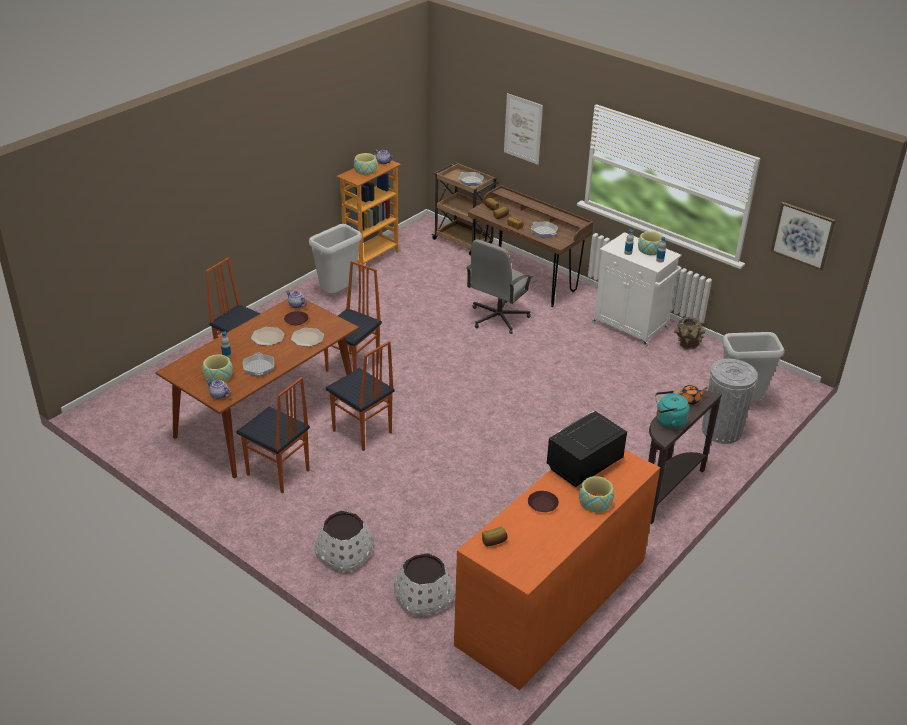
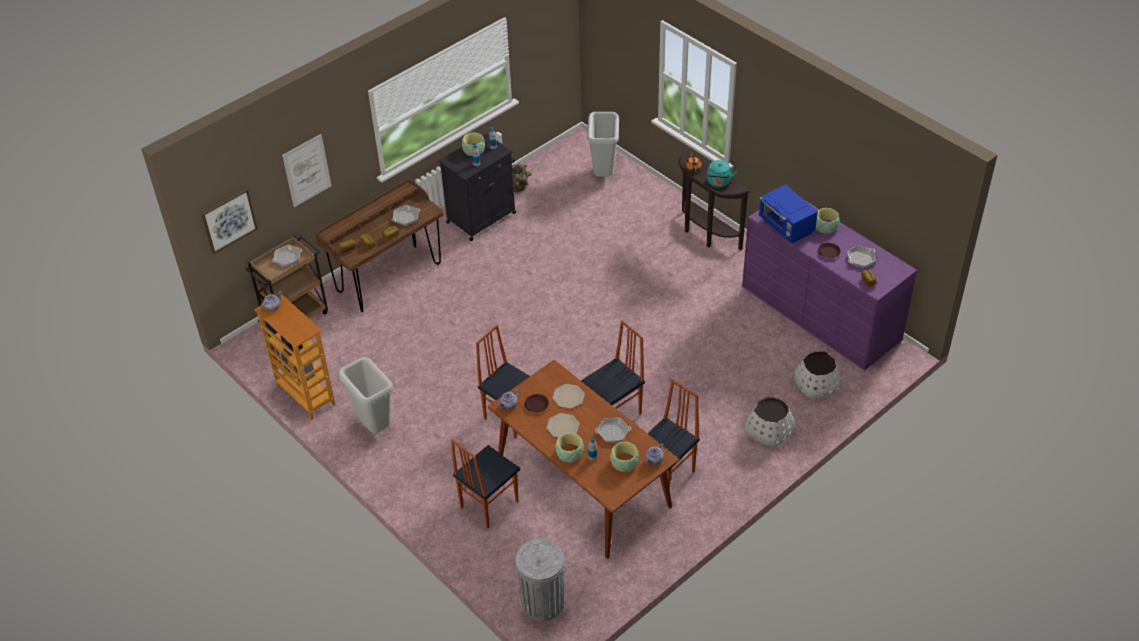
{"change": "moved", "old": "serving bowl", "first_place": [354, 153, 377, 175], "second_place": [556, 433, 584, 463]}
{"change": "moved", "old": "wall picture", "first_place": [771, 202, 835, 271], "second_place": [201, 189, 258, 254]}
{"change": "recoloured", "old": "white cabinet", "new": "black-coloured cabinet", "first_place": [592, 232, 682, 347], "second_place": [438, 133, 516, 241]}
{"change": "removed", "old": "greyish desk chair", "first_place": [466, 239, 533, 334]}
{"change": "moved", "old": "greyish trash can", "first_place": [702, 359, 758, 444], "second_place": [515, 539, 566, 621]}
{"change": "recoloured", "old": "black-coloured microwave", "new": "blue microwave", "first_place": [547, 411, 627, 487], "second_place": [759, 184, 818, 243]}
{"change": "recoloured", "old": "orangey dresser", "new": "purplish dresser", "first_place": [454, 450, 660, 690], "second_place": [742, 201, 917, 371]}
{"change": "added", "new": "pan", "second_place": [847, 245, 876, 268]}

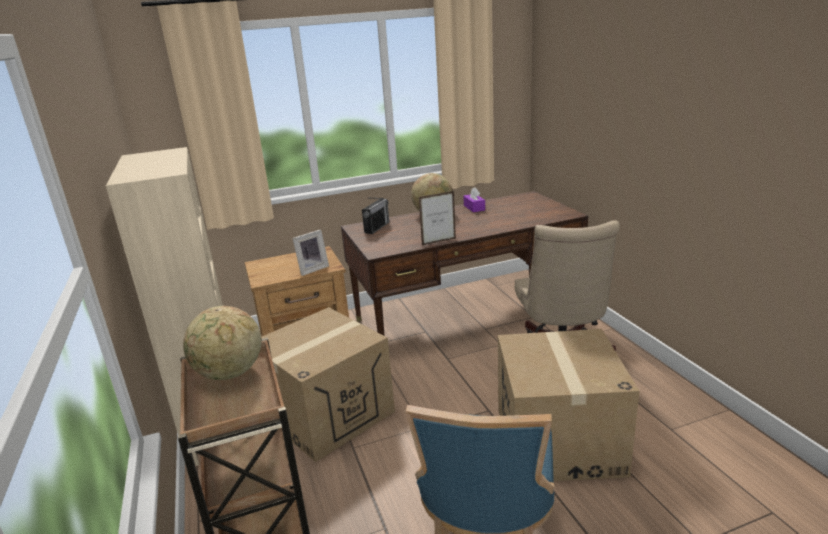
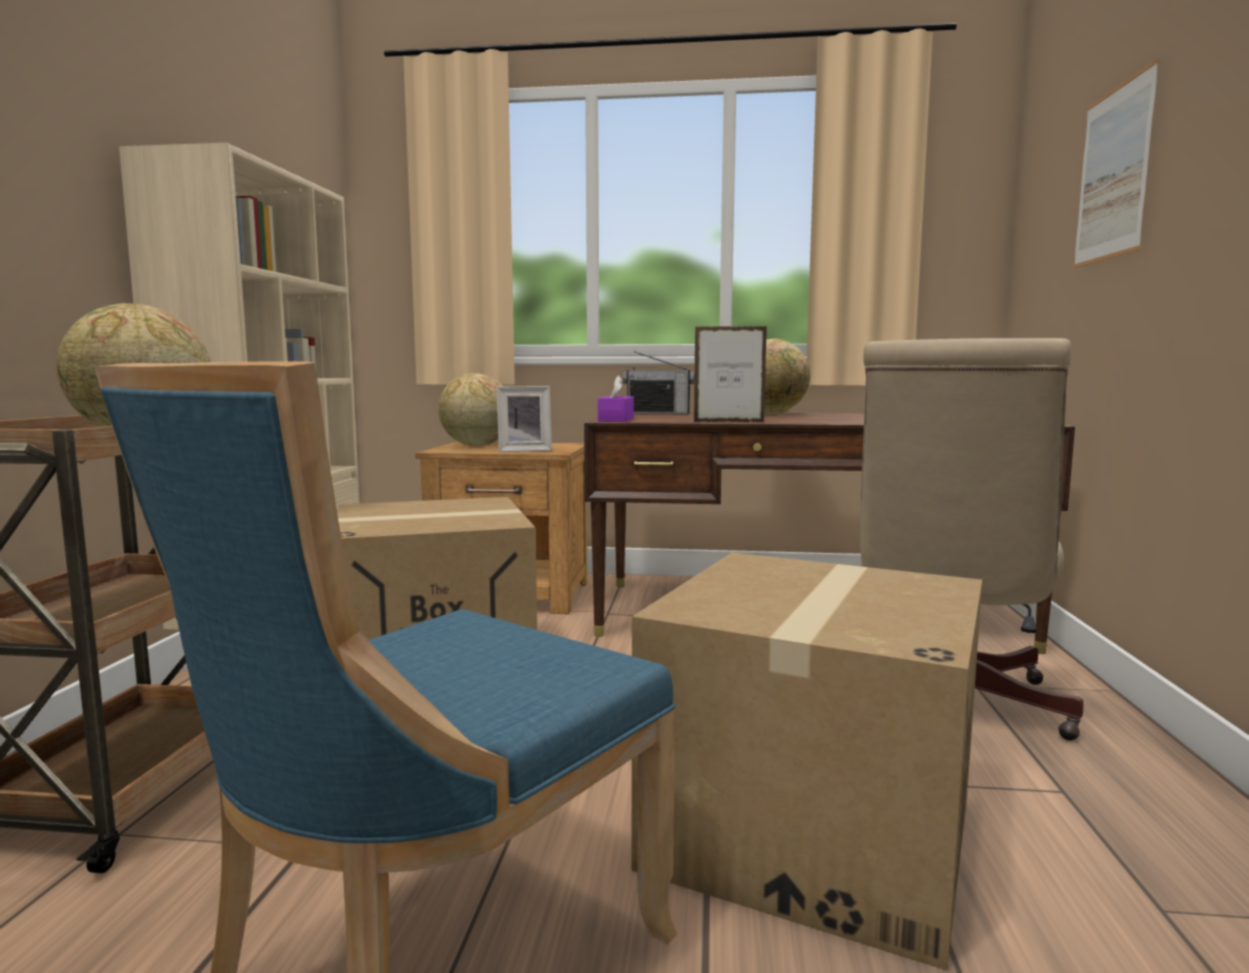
{"change": "moved", "old": "purplish tissue holder", "first_place": [463, 188, 485, 212], "second_place": [598, 375, 634, 422]}
{"change": "turned", "old": "radio receiver", "first_place": [362, 198, 389, 234], "second_place": [623, 351, 694, 415], "degrees": 45}
{"change": "added", "new": "wall picture", "second_place": [1073, 58, 1160, 268]}
{"change": "added", "new": "globe", "second_place": [438, 373, 503, 446]}

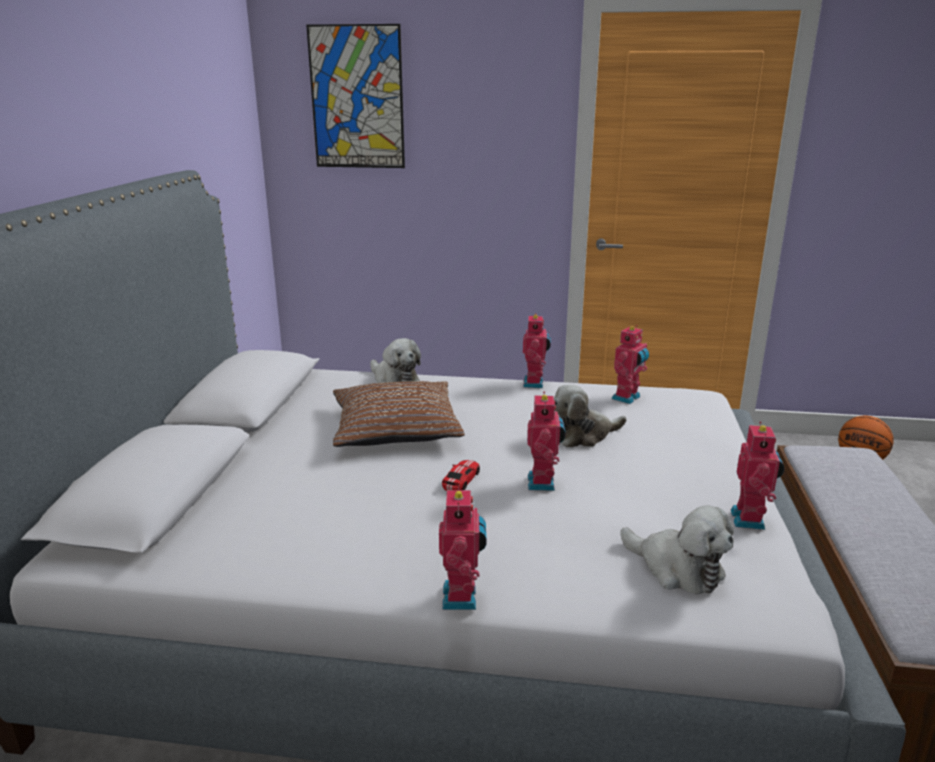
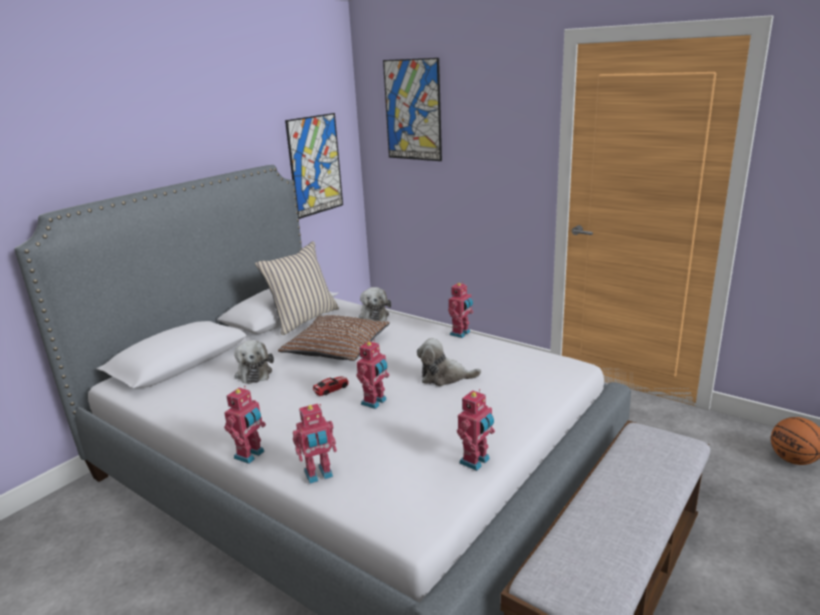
{"change": "moved", "old": "model robot", "first_place": [612, 325, 649, 404], "second_place": [293, 403, 337, 484]}
{"change": "moved", "old": "plush toy", "first_place": [620, 505, 734, 594], "second_place": [234, 340, 274, 384]}
{"change": "added", "new": "wall picture", "second_place": [285, 113, 343, 219]}
{"change": "added", "new": "beige-coloured cushion", "second_place": [255, 241, 339, 335]}

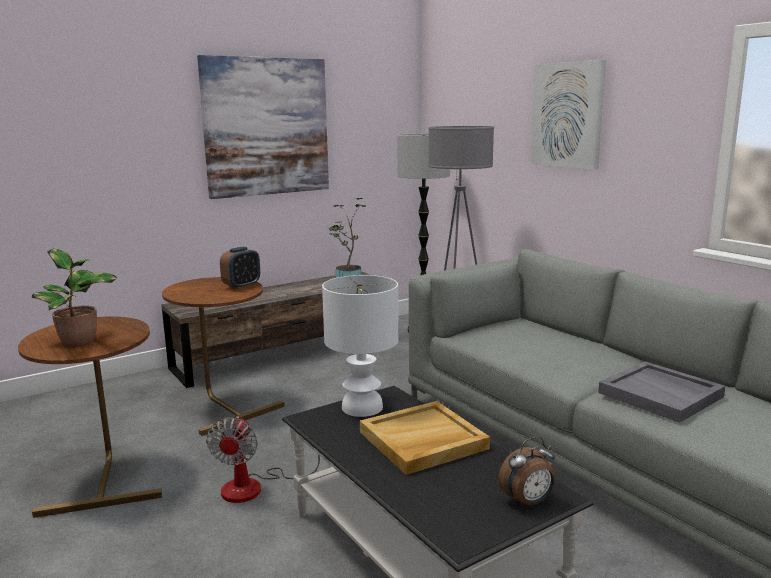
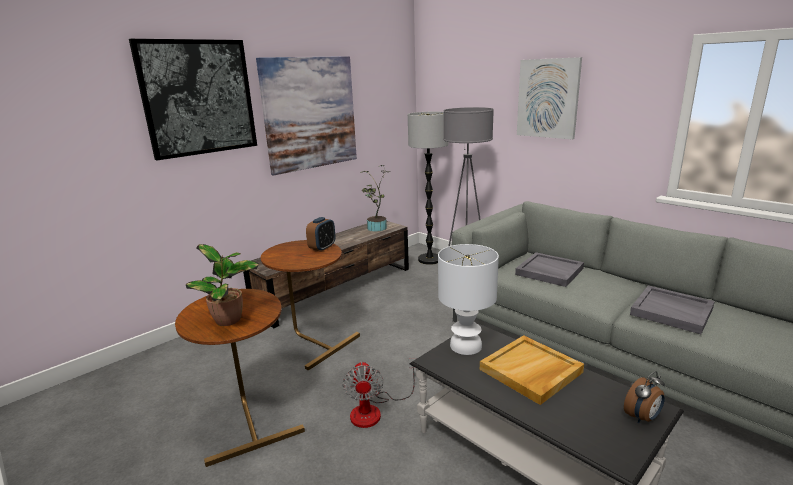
{"change": "added", "new": "wall picture", "second_place": [129, 39, 257, 160]}
{"change": "added", "new": "greyish carrying tray", "second_place": [515, 252, 584, 287]}

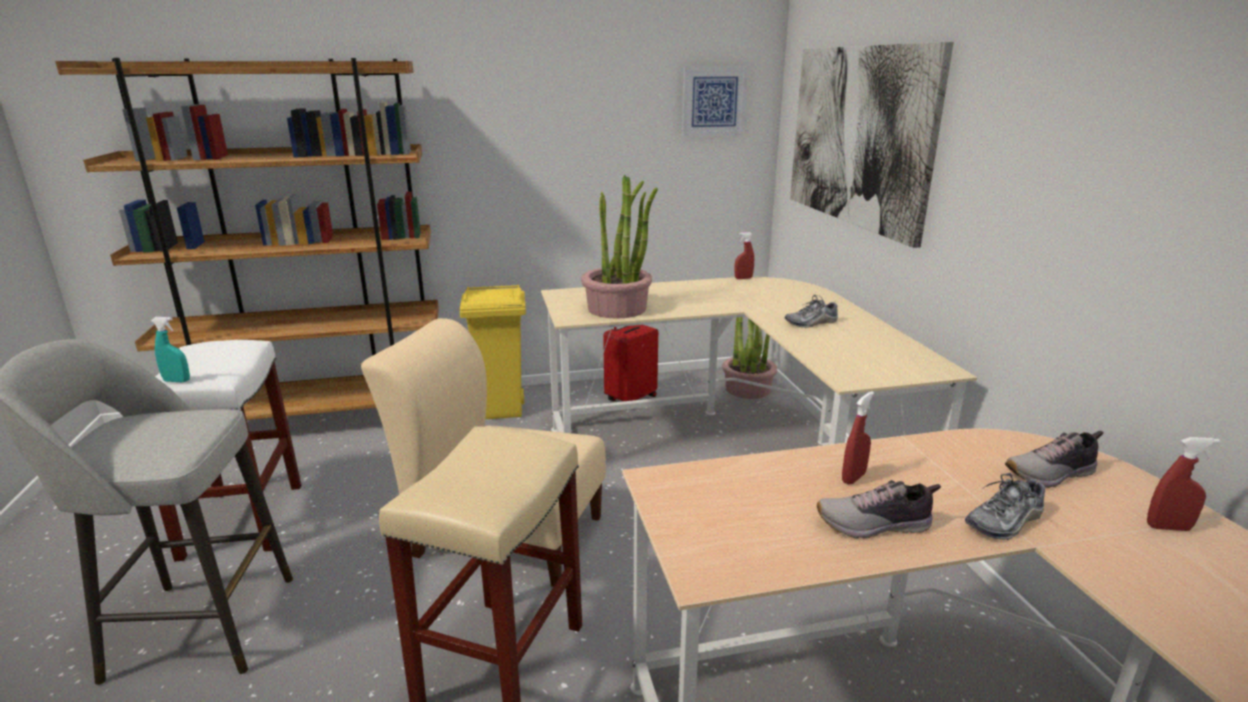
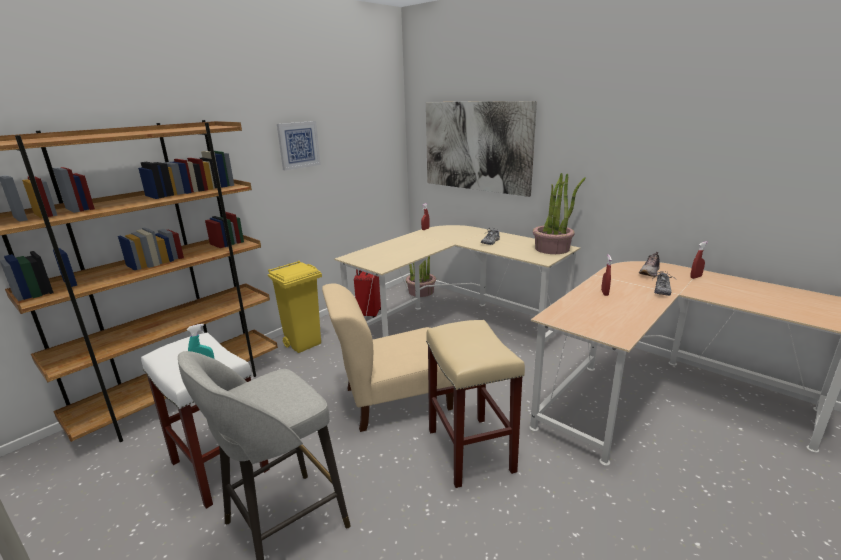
{"change": "moved", "old": "wall picture", "first_place": [682, 67, 748, 136], "second_place": [277, 121, 321, 170]}
{"change": "moved", "old": "houseplant", "first_place": [581, 175, 658, 319], "second_place": [533, 173, 586, 254]}
{"change": "removed", "old": "item of footwear", "first_place": [817, 480, 941, 539]}

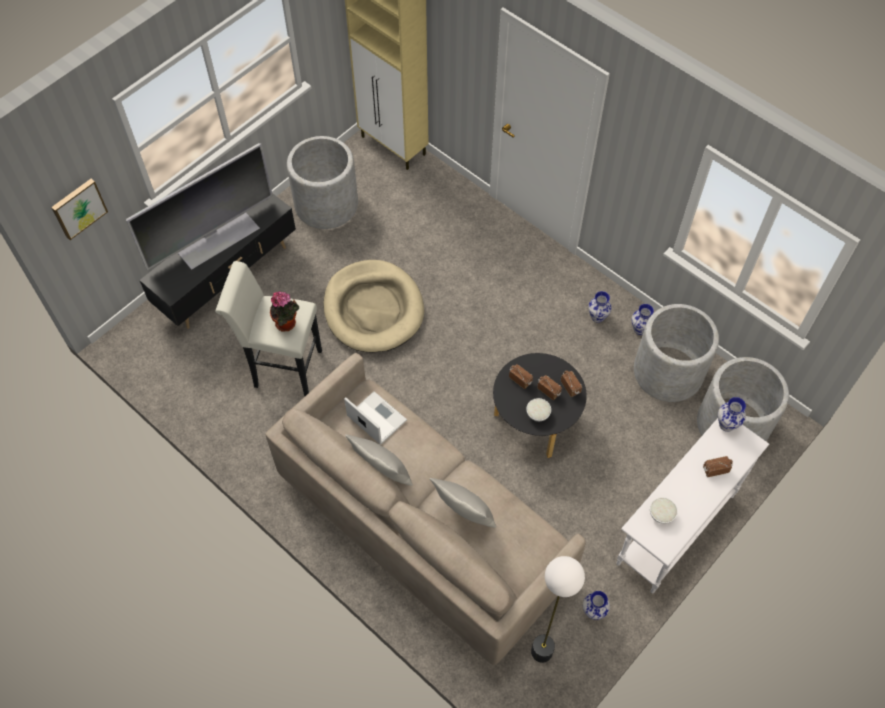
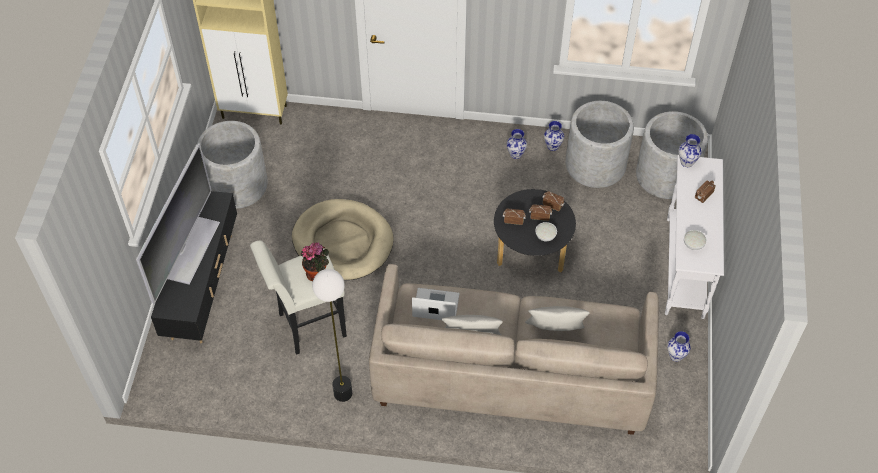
{"change": "removed", "old": "wall picture", "first_place": [51, 179, 108, 240]}
{"change": "moved", "old": "standard lamp", "first_place": [531, 556, 585, 663], "second_place": [312, 269, 352, 402]}

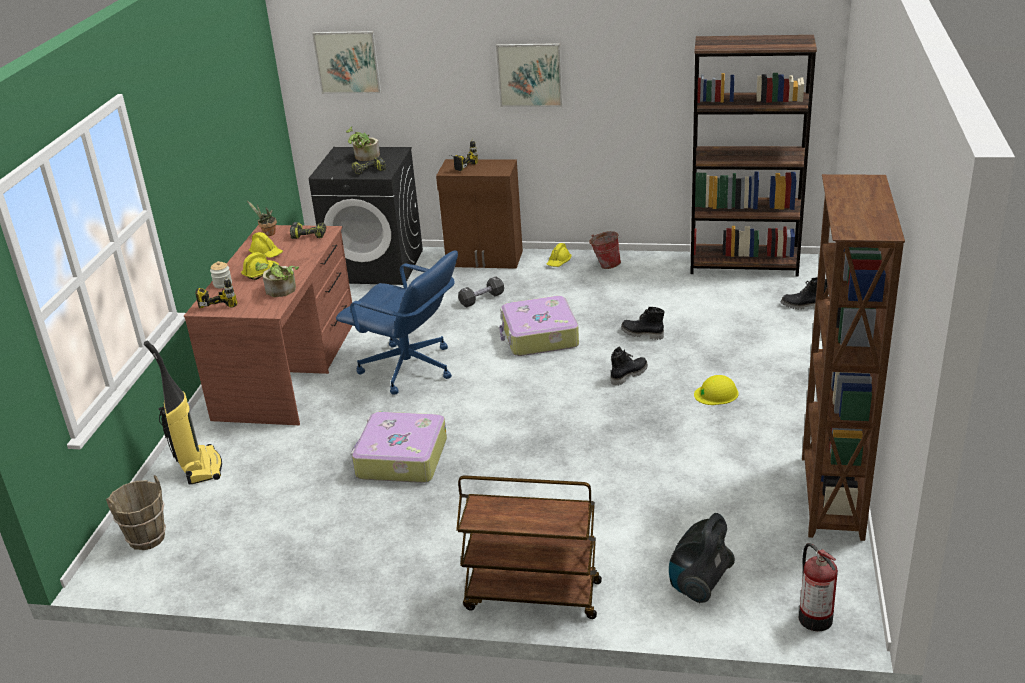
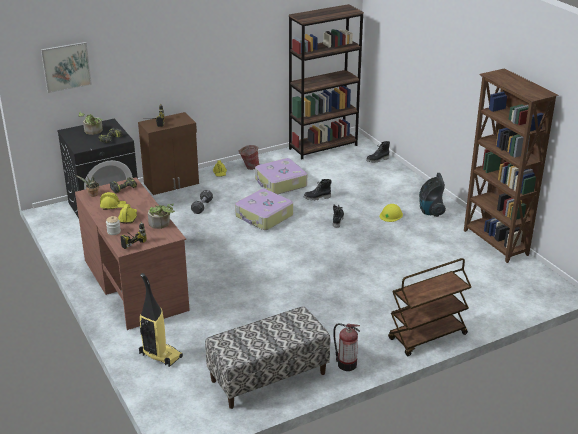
{"change": "removed", "old": "wall picture", "first_place": [496, 43, 563, 107]}
{"change": "removed", "old": "blue desk chair", "first_place": [336, 250, 458, 395]}
{"change": "moved", "old": "suitcase", "first_place": [351, 412, 447, 483], "second_place": [255, 158, 307, 194]}
{"change": "removed", "old": "brown-coloured pail", "first_place": [106, 475, 166, 550]}
{"change": "moved", "old": "vacuum cleaner", "first_place": [669, 513, 735, 603], "second_place": [419, 173, 446, 217]}
{"change": "moved", "old": "extinguisher", "first_place": [799, 543, 838, 631], "second_place": [333, 323, 360, 371]}
{"change": "added", "new": "indoor bench", "second_place": [205, 306, 330, 409]}

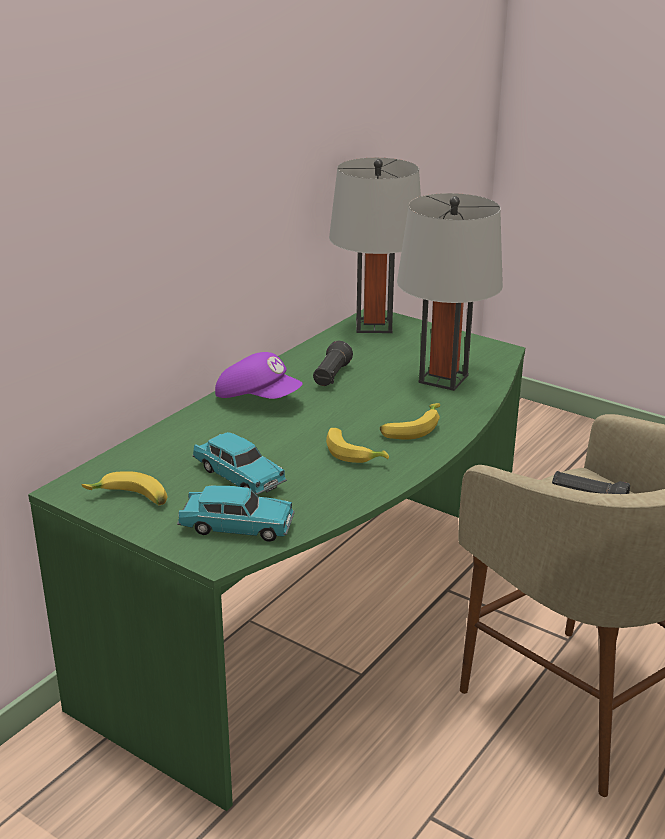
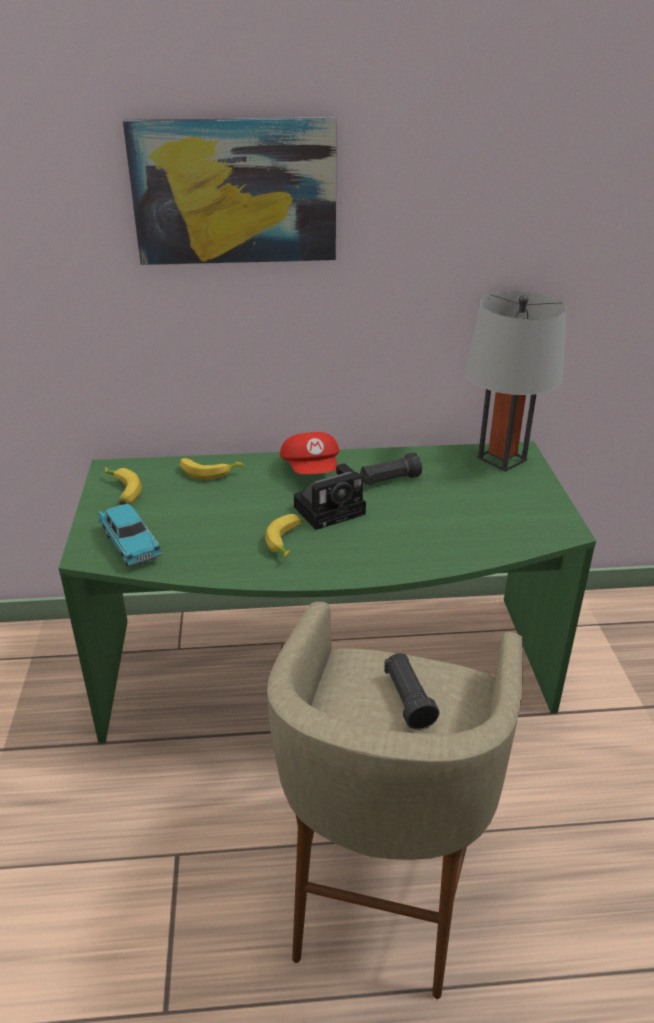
{"change": "removed", "old": "greyish lamp for a table", "first_place": [397, 193, 503, 391]}
{"change": "recoloured", "old": "purplish baseball cap", "new": "red baseball cap", "first_place": [215, 352, 303, 399], "second_place": [280, 432, 339, 474]}
{"change": "moved", "old": "banana fruit", "first_place": [380, 403, 440, 440], "second_place": [180, 458, 244, 480]}
{"change": "removed", "old": "blue-green toy car", "first_place": [192, 432, 287, 495]}
{"change": "added", "new": "wall picture", "second_place": [123, 117, 337, 265]}
{"change": "added", "new": "photo camera", "second_place": [294, 463, 366, 530]}

